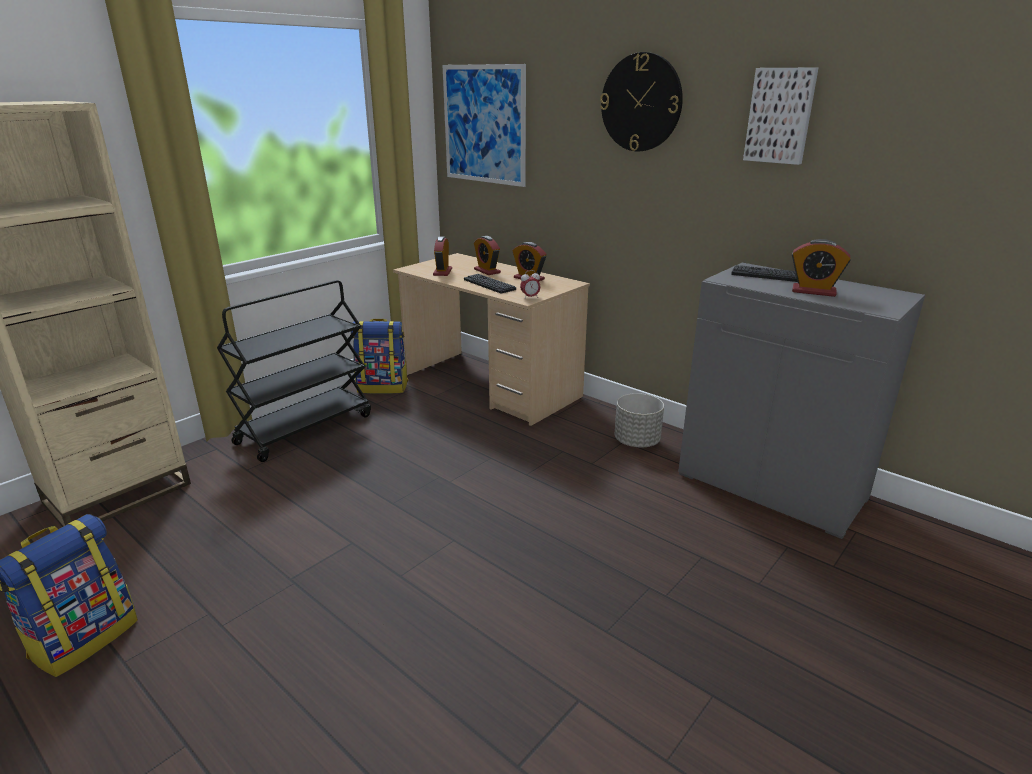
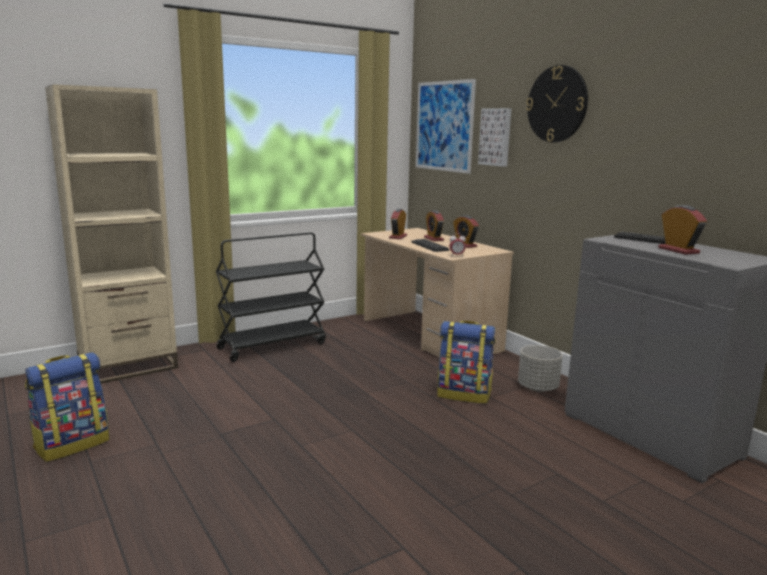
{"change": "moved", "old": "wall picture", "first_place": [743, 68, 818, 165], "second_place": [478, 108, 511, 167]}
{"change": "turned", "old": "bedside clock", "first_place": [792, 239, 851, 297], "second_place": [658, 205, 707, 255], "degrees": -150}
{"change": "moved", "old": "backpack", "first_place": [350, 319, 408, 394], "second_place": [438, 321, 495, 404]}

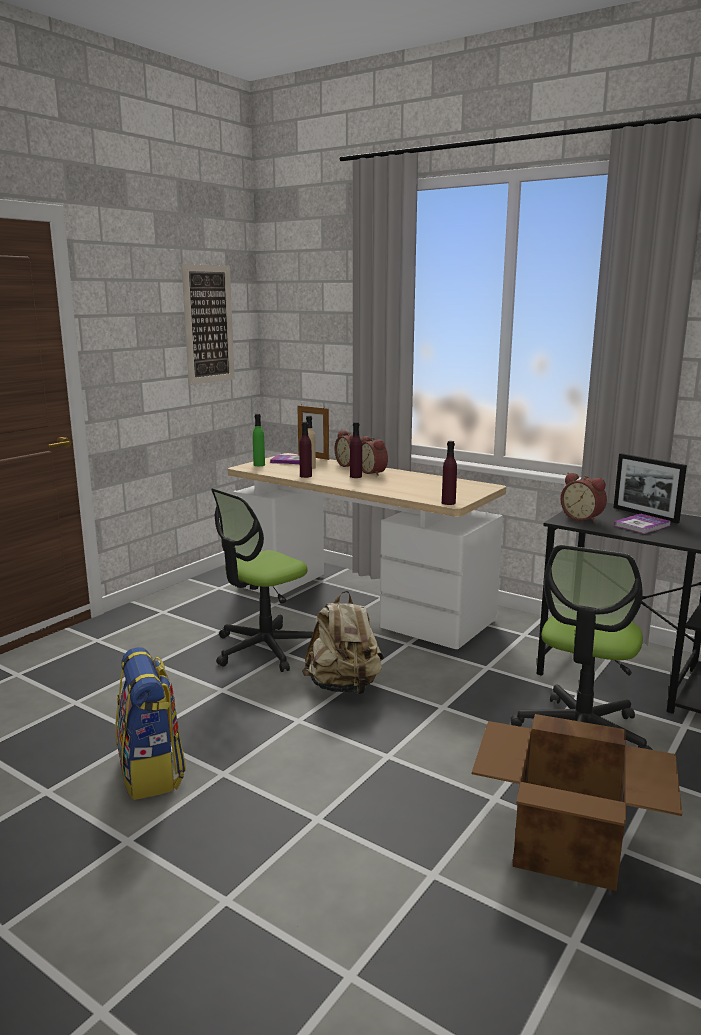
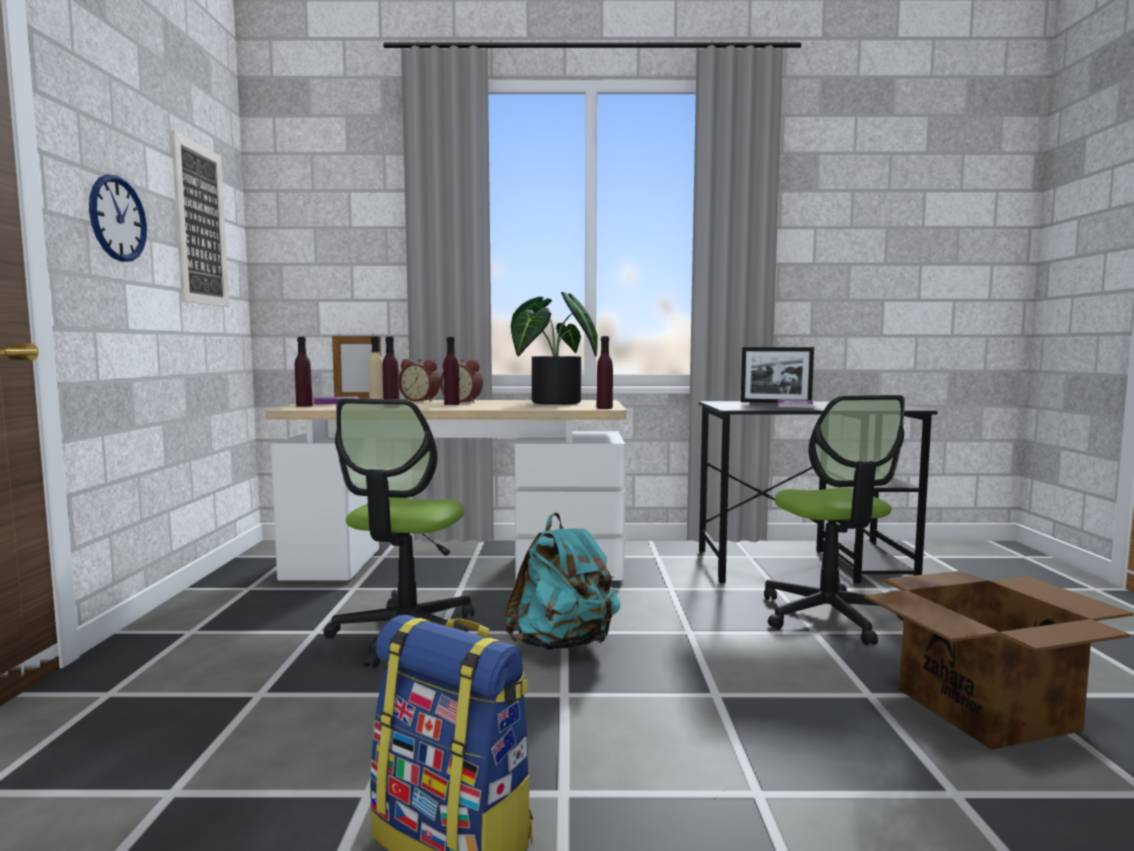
{"change": "recoloured", "old": "green-coloured drink bottle", "new": "purplish drink bottle", "first_place": [253, 414, 265, 466], "second_place": [295, 337, 313, 407]}
{"change": "removed", "old": "bedside clock", "first_place": [561, 472, 607, 523]}
{"change": "recoloured", "old": "beige-coloured backpack", "new": "blue-green backpack", "first_place": [302, 591, 384, 695], "second_place": [503, 513, 620, 651]}
{"change": "added", "new": "clock on the wall", "second_place": [89, 174, 147, 262]}
{"change": "added", "new": "houseplant", "second_place": [511, 292, 598, 405]}

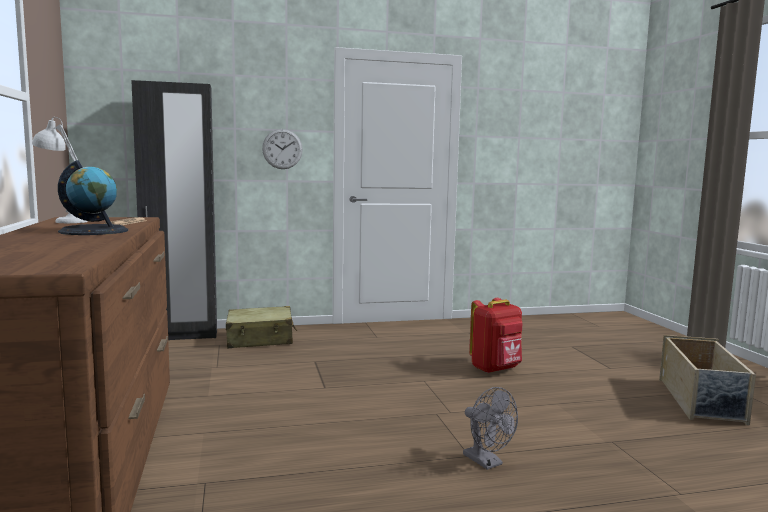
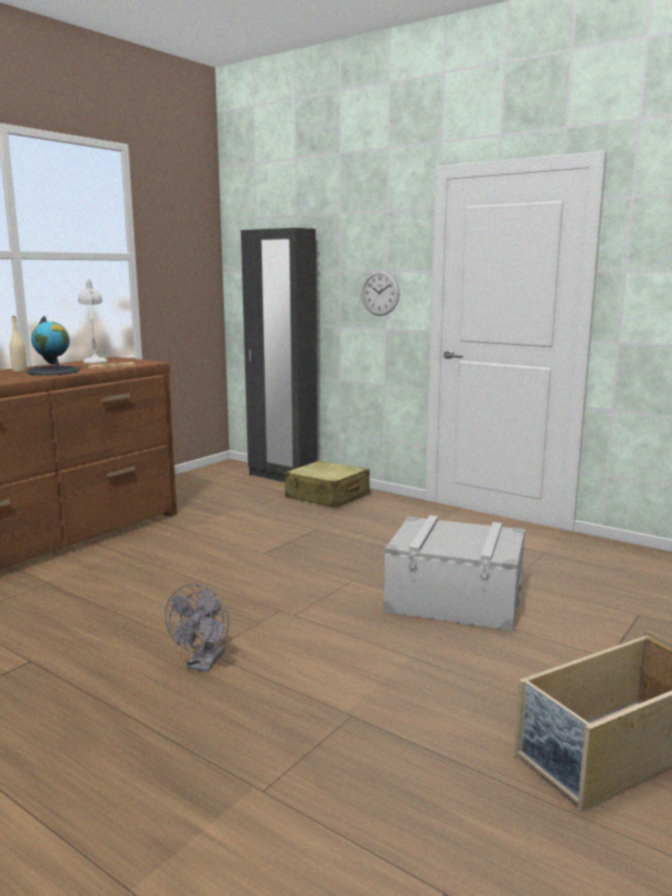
{"change": "replaced", "old": "red backpack", "new": "greyish storage box", "first_place": [469, 298, 523, 373], "second_place": [383, 515, 525, 632]}
{"change": "added", "new": "beige-coloured drink bottle", "second_place": [10, 316, 27, 372]}

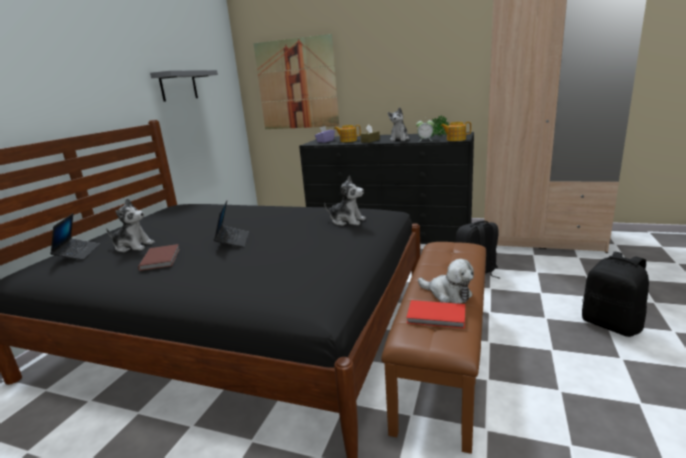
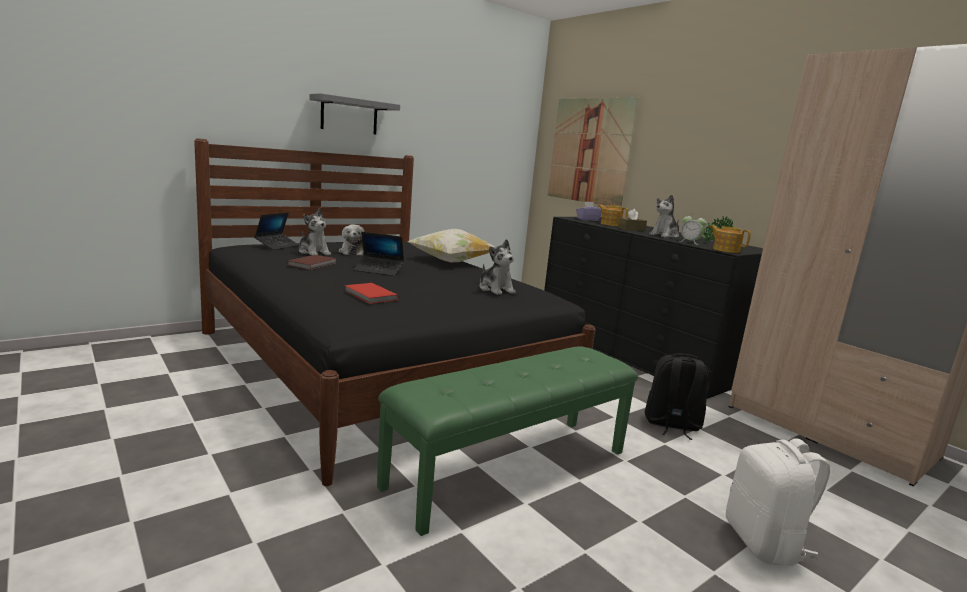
{"change": "moved", "old": "greyish wall shelf", "first_place": [150, 70, 218, 102], "second_place": [309, 93, 400, 134]}
{"change": "turned", "old": "portable computer", "first_place": [214, 201, 249, 247], "second_place": [353, 232, 404, 276], "degrees": 75}
{"change": "recoloured", "old": "brown-coloured indoor bench", "new": "green-coloured indoor bench", "first_place": [381, 242, 486, 454], "second_place": [377, 346, 638, 536]}
{"change": "recoloured", "old": "black-coloured backpack", "new": "white backpack", "first_place": [582, 252, 649, 337], "second_place": [726, 438, 830, 566]}
{"change": "moved", "old": "plush toy", "first_place": [418, 259, 474, 304], "second_place": [339, 224, 365, 255]}
{"change": "moved", "old": "red book", "first_place": [406, 300, 465, 329], "second_place": [345, 283, 399, 304]}
{"change": "added", "new": "cushion", "second_place": [408, 229, 495, 262]}

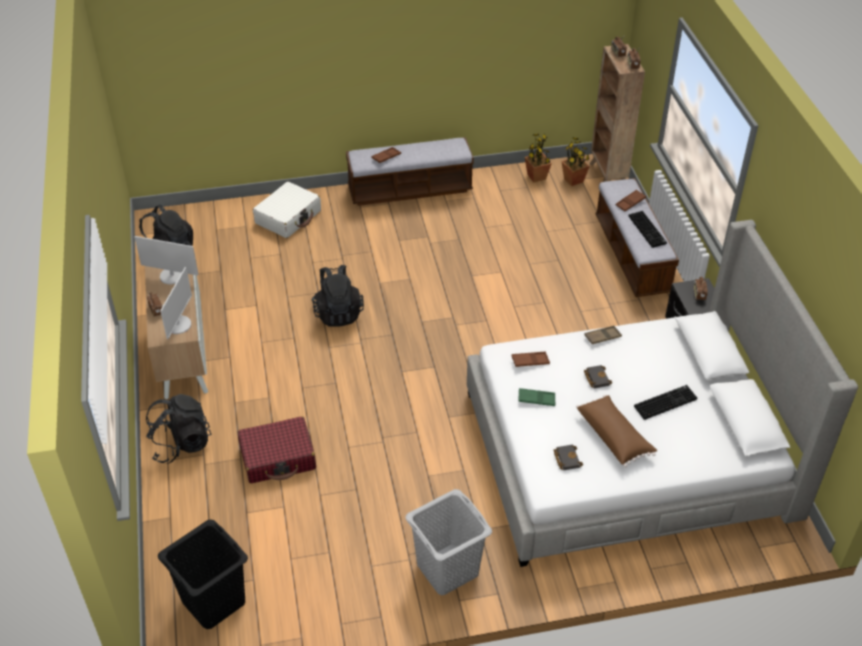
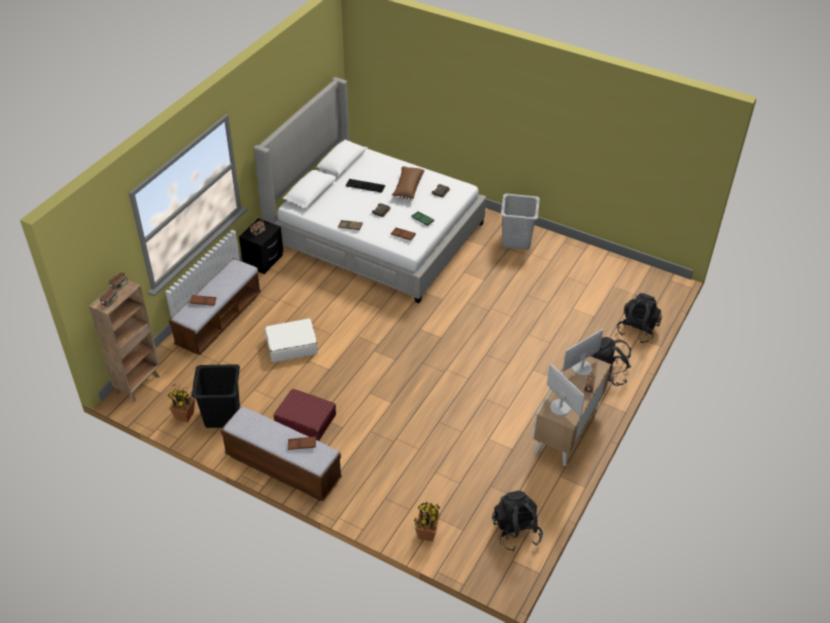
{"change": "moved", "old": "houseplant", "first_place": [561, 137, 590, 186], "second_place": [414, 502, 440, 541]}
{"change": "moved", "old": "white suitcase", "first_place": [253, 182, 321, 238], "second_place": [265, 318, 318, 362]}
{"change": "removed", "old": "computer keyboard", "first_place": [628, 211, 667, 248]}
{"change": "moved", "old": "black-coloured backpack", "first_place": [311, 265, 364, 327], "second_place": [617, 293, 662, 343]}
{"change": "moved", "old": "red suitcase", "first_place": [238, 416, 316, 484], "second_place": [273, 389, 336, 441]}
{"change": "moved", "old": "black-coloured laundry basket", "first_place": [158, 520, 248, 629], "second_place": [191, 364, 240, 428]}

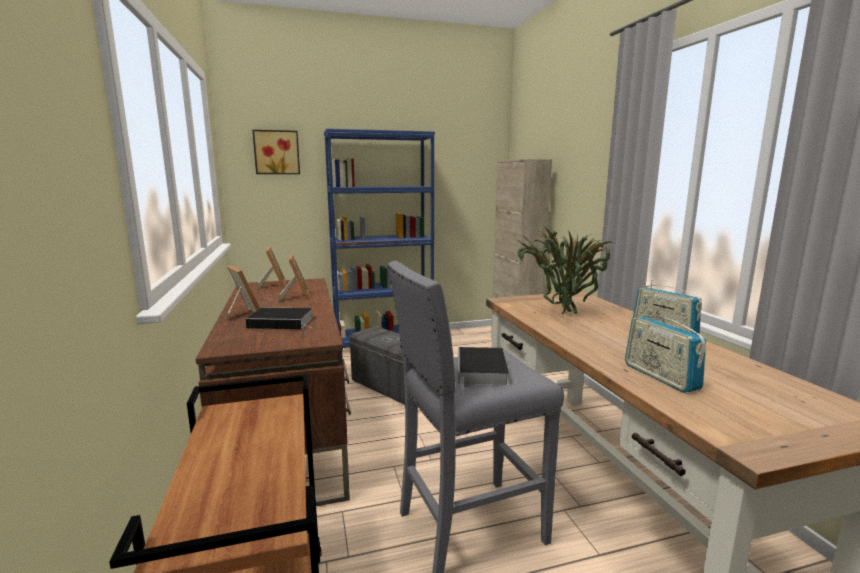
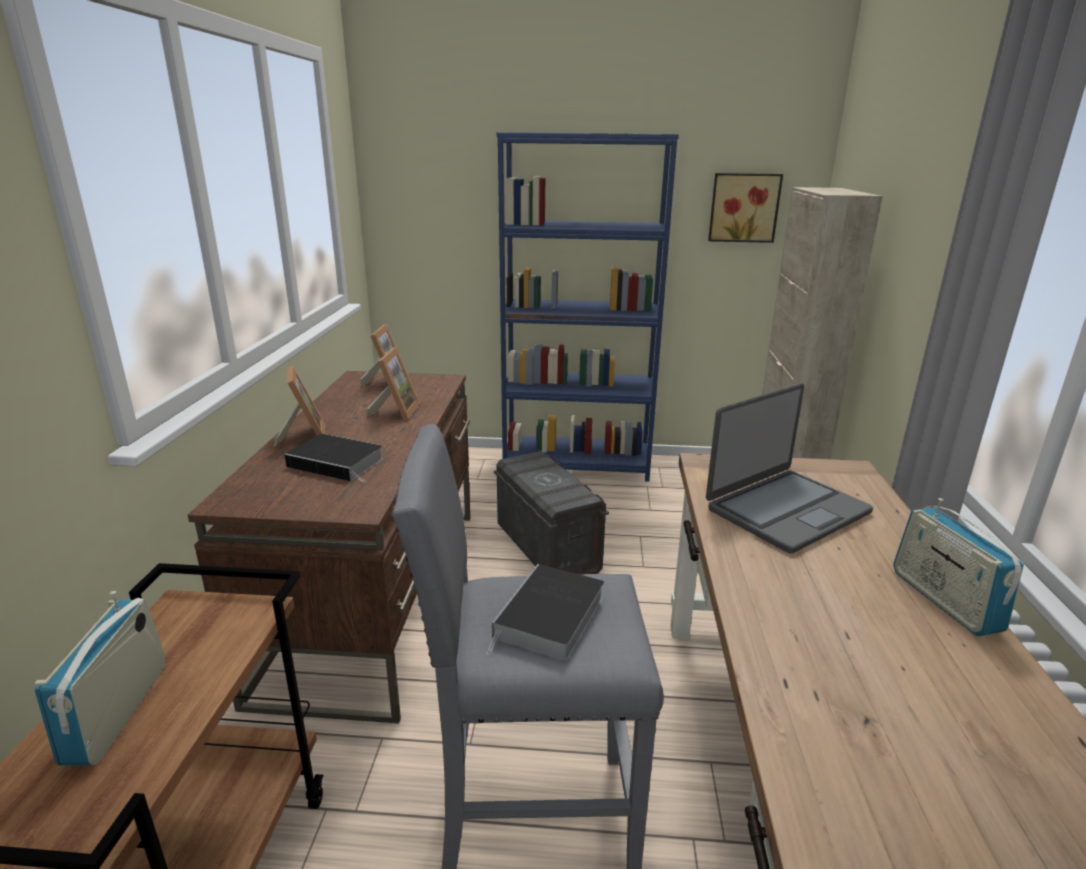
{"change": "moved", "old": "wall picture", "first_place": [252, 130, 300, 174], "second_place": [708, 173, 783, 243]}
{"change": "replaced", "old": "houseplant", "new": "portable computer", "first_place": [517, 225, 614, 314], "second_place": [706, 383, 873, 554]}
{"change": "moved", "old": "radio receiver", "first_place": [625, 308, 706, 393], "second_place": [35, 591, 165, 766]}

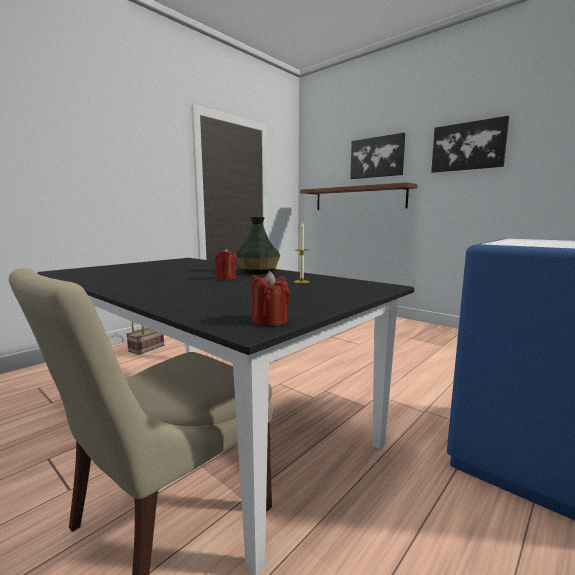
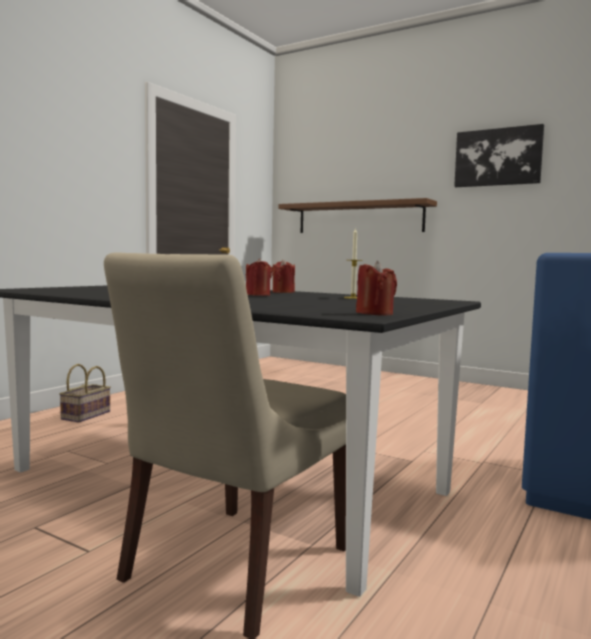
{"change": "removed", "old": "wall picture", "first_place": [350, 133, 405, 179]}
{"change": "replaced", "old": "flower vase", "new": "red wax candle", "first_place": [236, 217, 280, 274], "second_place": [272, 259, 295, 293]}

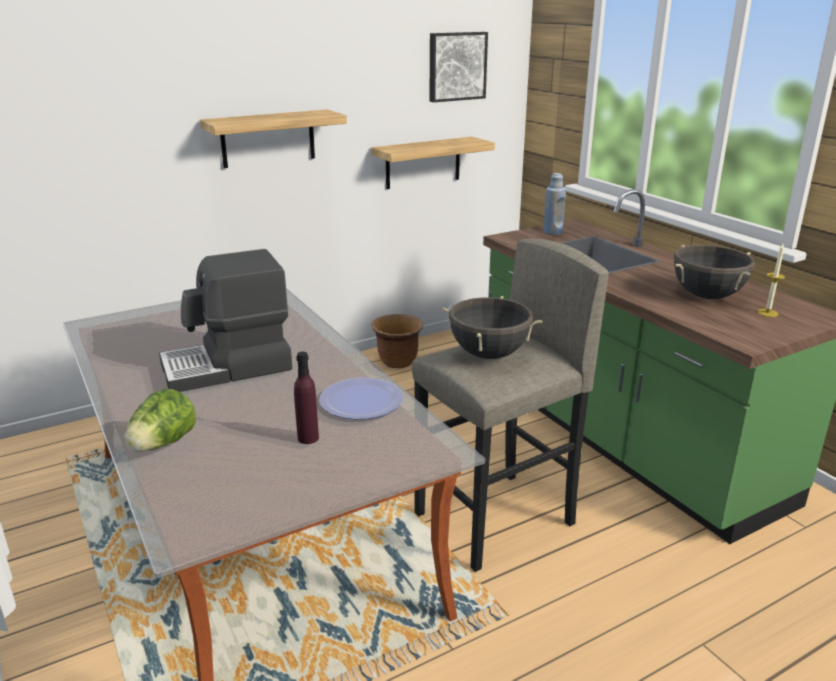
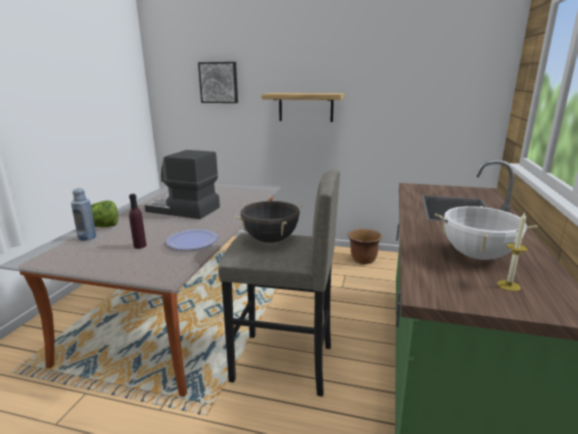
{"change": "moved", "old": "wall picture", "first_place": [429, 32, 488, 102], "second_place": [198, 62, 238, 103]}
{"change": "removed", "old": "wall shelf", "first_place": [371, 137, 495, 189]}
{"change": "moved", "old": "blue drink bottle", "first_place": [544, 173, 566, 235], "second_place": [71, 188, 96, 241]}
{"change": "recoloured", "old": "black-coloured cooking pot", "new": "white cooking pot", "first_place": [674, 245, 755, 299], "second_place": [435, 206, 537, 260]}

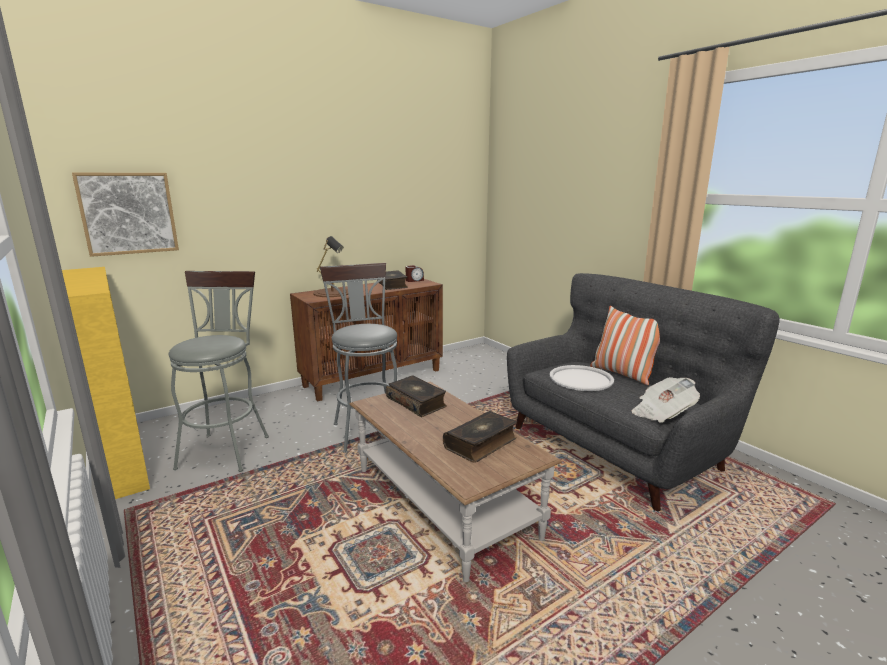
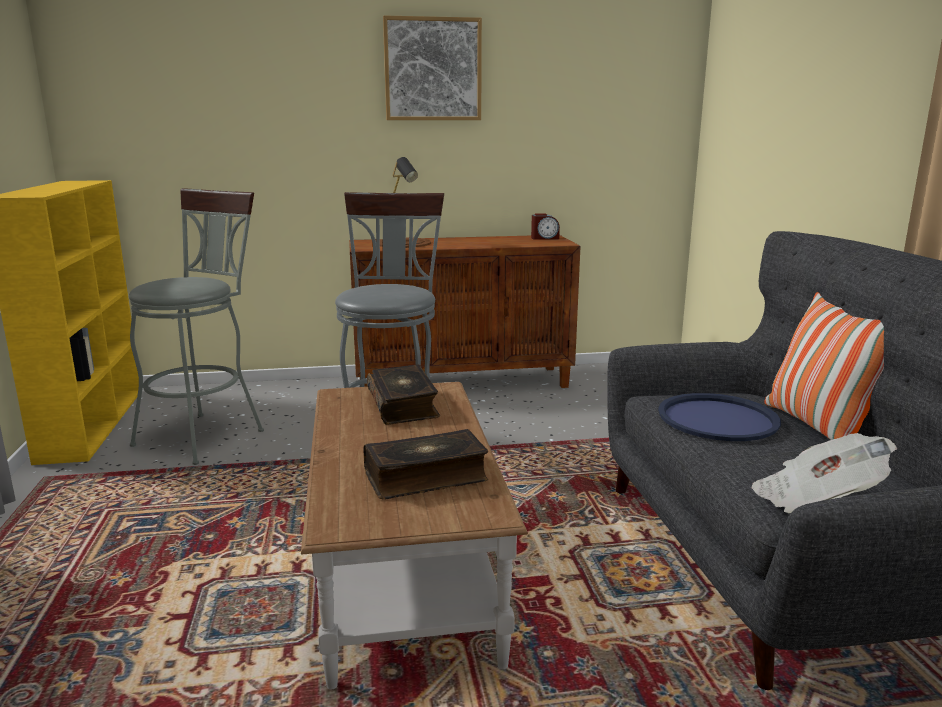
{"change": "moved", "old": "wall picture", "first_place": [72, 173, 179, 257], "second_place": [383, 15, 482, 120]}
{"change": "removed", "old": "book", "first_place": [377, 270, 408, 290]}
{"change": "recoloured", "old": "white carrying tray", "new": "blue carrying tray", "first_place": [550, 365, 614, 391], "second_place": [658, 393, 781, 441]}

